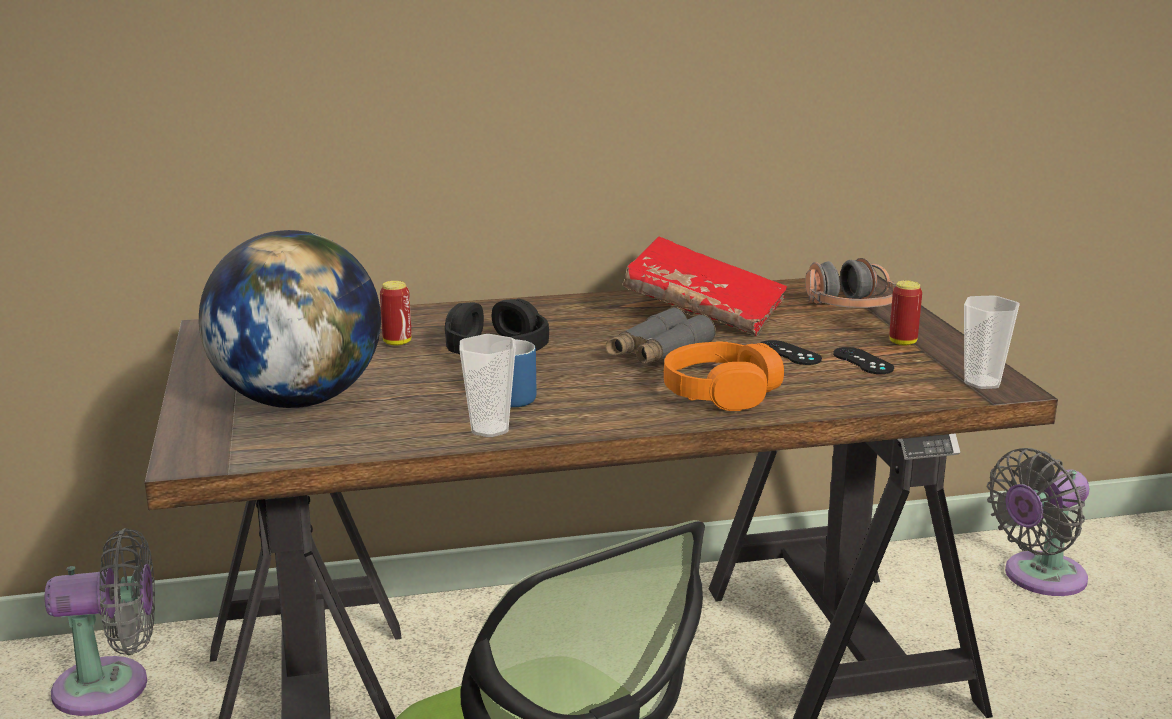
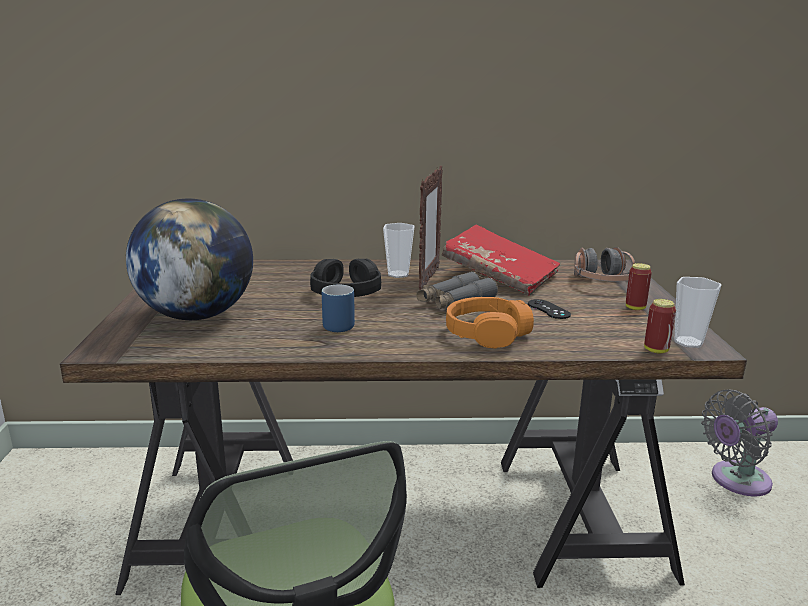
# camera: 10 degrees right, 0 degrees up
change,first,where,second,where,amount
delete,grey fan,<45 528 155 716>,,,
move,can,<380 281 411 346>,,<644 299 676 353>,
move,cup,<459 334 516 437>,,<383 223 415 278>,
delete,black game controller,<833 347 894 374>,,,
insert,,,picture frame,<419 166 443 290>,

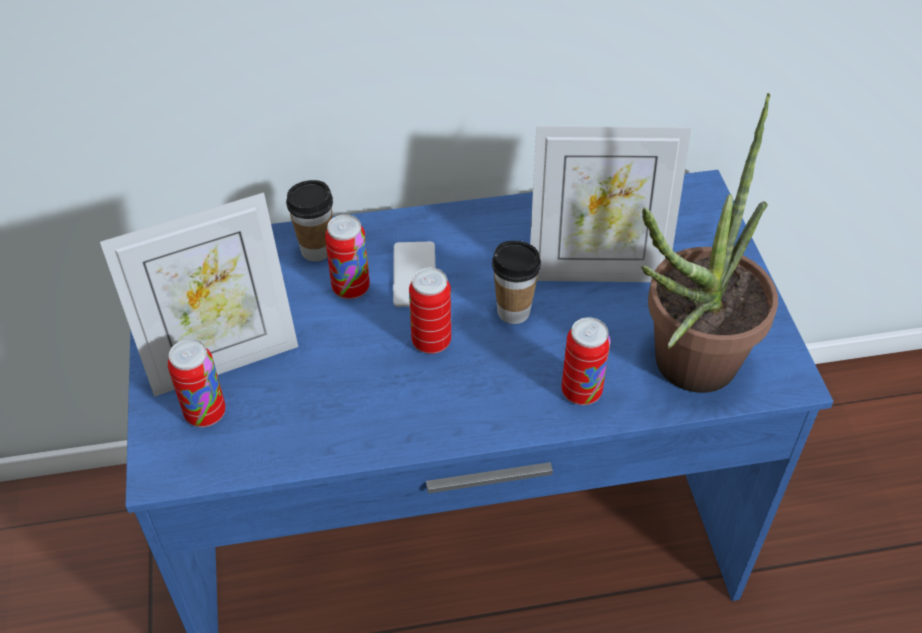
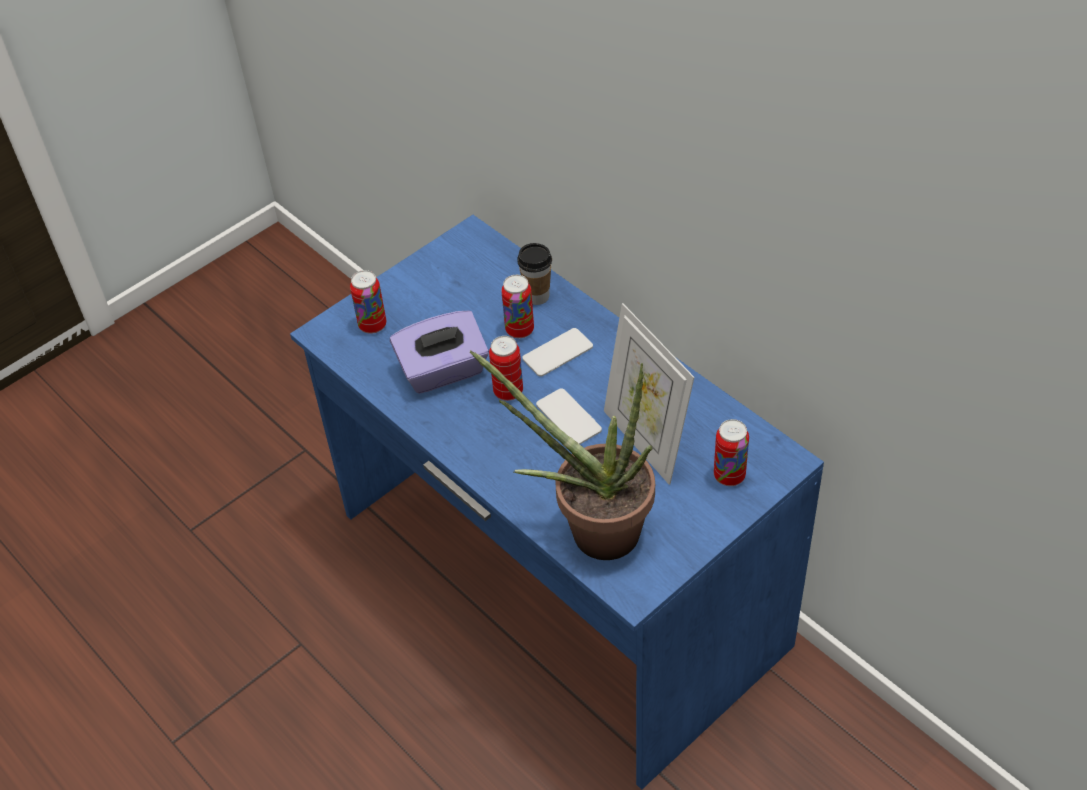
# camera: 60 degrees right, 0 degrees up
change,first,where,second,where,amount
delete,picture frame,<100 192 298 397>,,,
replace,cup,<492 241 541 324>,phone,<536 388 602 444>,
move,can,<561 317 611 405>,,<714 419 749 486>,
insert,,,purple tissue box,<390 311 489 394>,

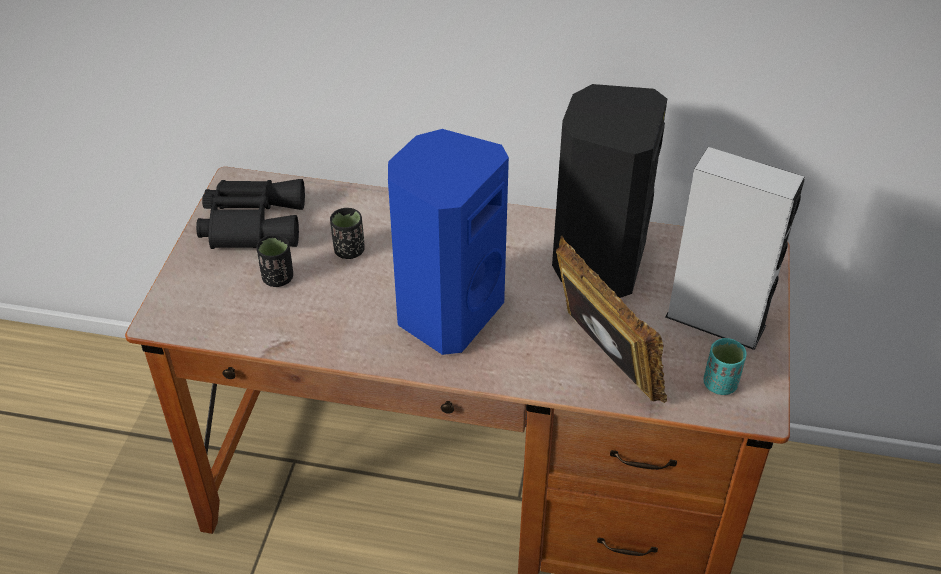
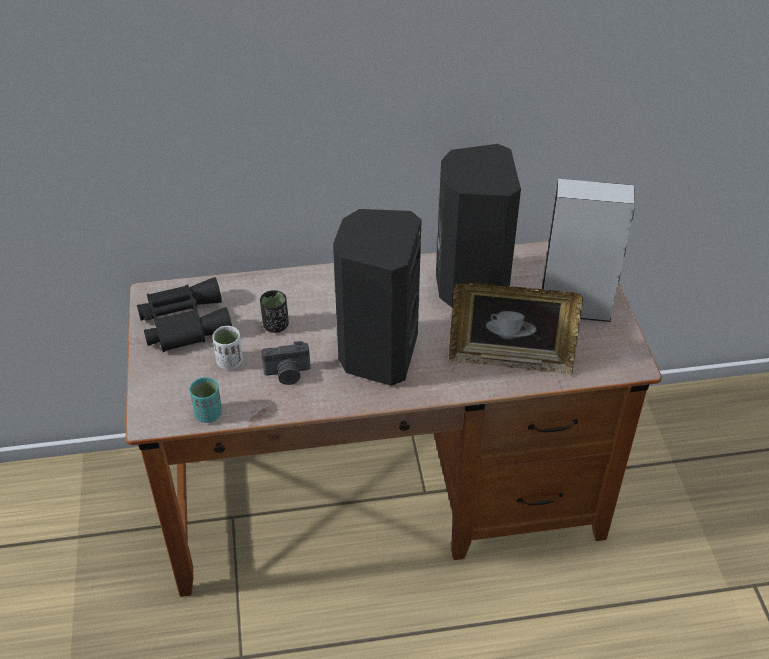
# camera: 20 degrees left, 0 degrees up
change,first,where,second,where,amount
recolor,black cup,<256 234 293 287>,white cup,<212 326 243 369>,
recolor,blue speaker,<388 129 509 355>,black speaker,<333 209 422 386>,
rotate,picture frame,<556 236 667 403>,,<449 283 583 375>,150 degrees clockwise
move,turquoise cup,<704 338 747 395>,,<190 377 222 423>,
insert,,,photo camera,<261 341 311 385>,

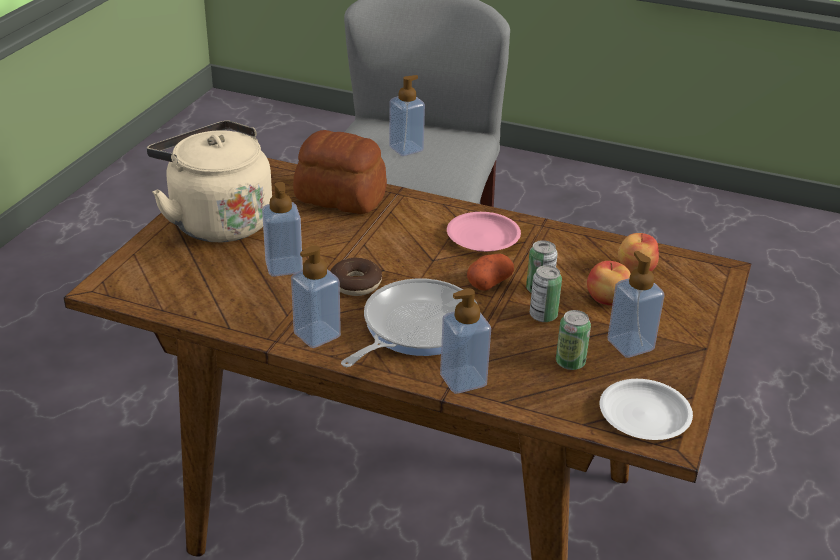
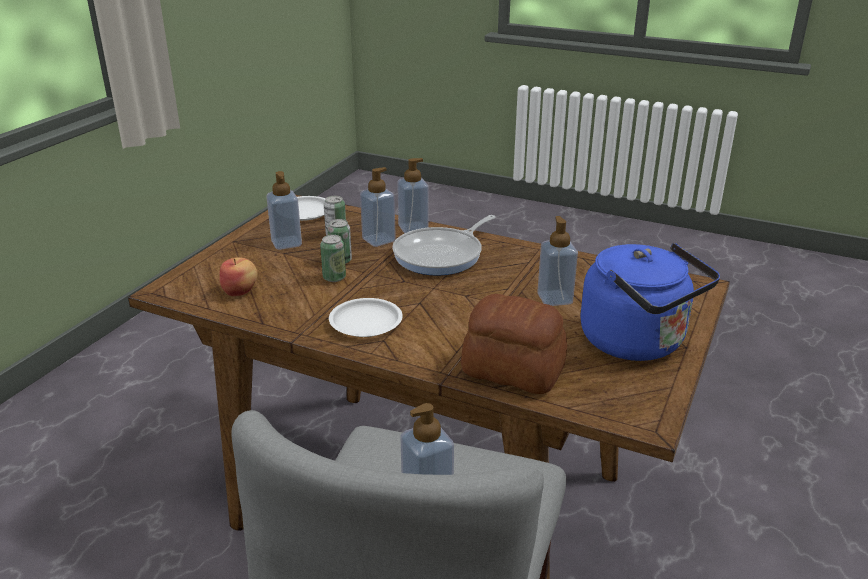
# camera: 175 degrees left, 5 degrees down
change,first,where,second,where,amount
recolor,beige kettle,<147 120 272 242>,blue kettle,<580 243 720 361>,
move,soap dispenser,<291 245 341 348>,,<360 167 396 247>,
delete,donut,<330 258 382 296>,,,
recolor,pink plate,<447 212 521 252>,white plate,<329 298 403 337>,
delete,potato,<467 254 514 291>,,,
delete,apple,<587 261 631 305>,,,

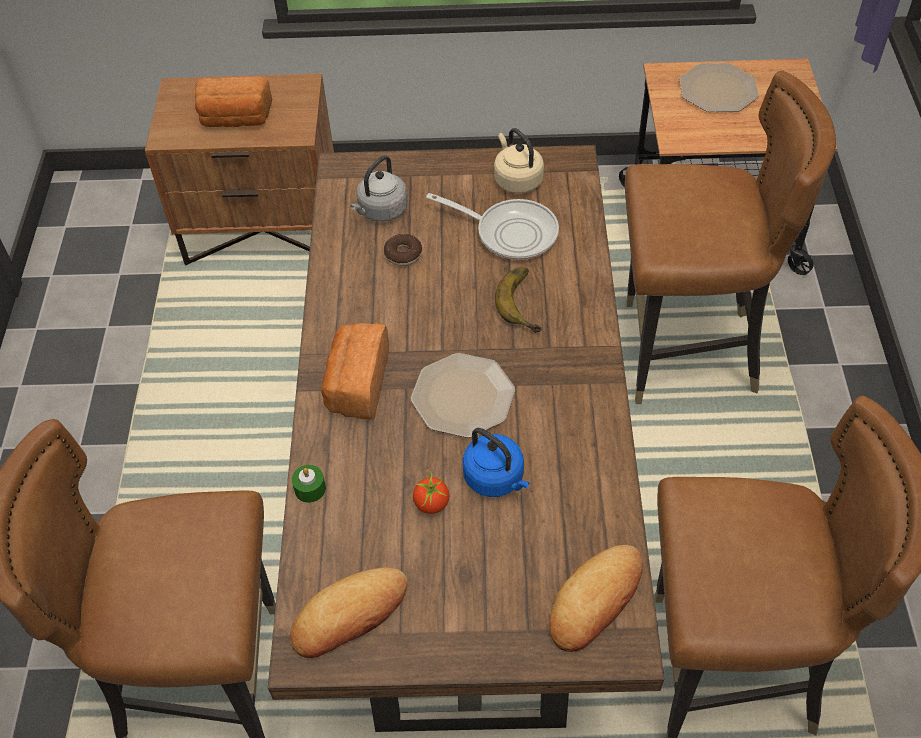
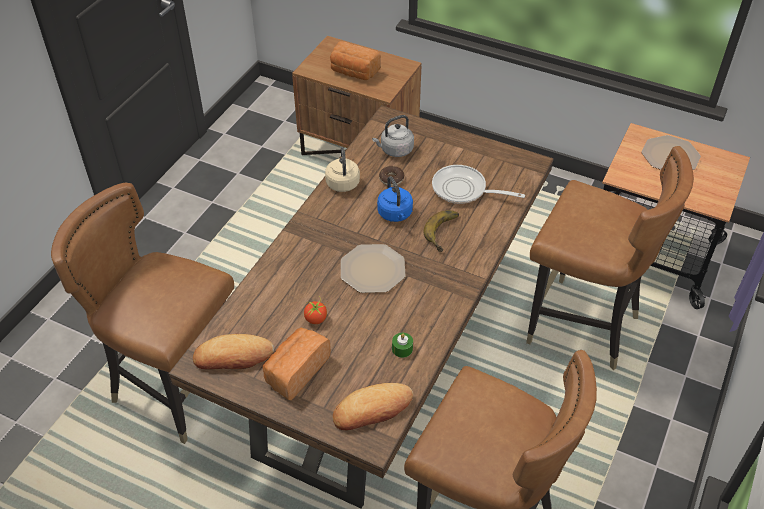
# camera: 25 degrees right, 5 degrees down
change,first,where,second,where,amount
move,green candle,<292 465 326 503>,,<392 333 413 358>,
move,bread,<321 323 389 420>,,<263 328 331 400>,
rotate,frying pan,<426 193 559 260>,,<432 165 525 204>,150 degrees clockwise
move,blue kettle,<463 428 530 497>,,<377 176 413 222>,
move,beige kettle,<494 128 544 194>,,<325 147 360 192>,

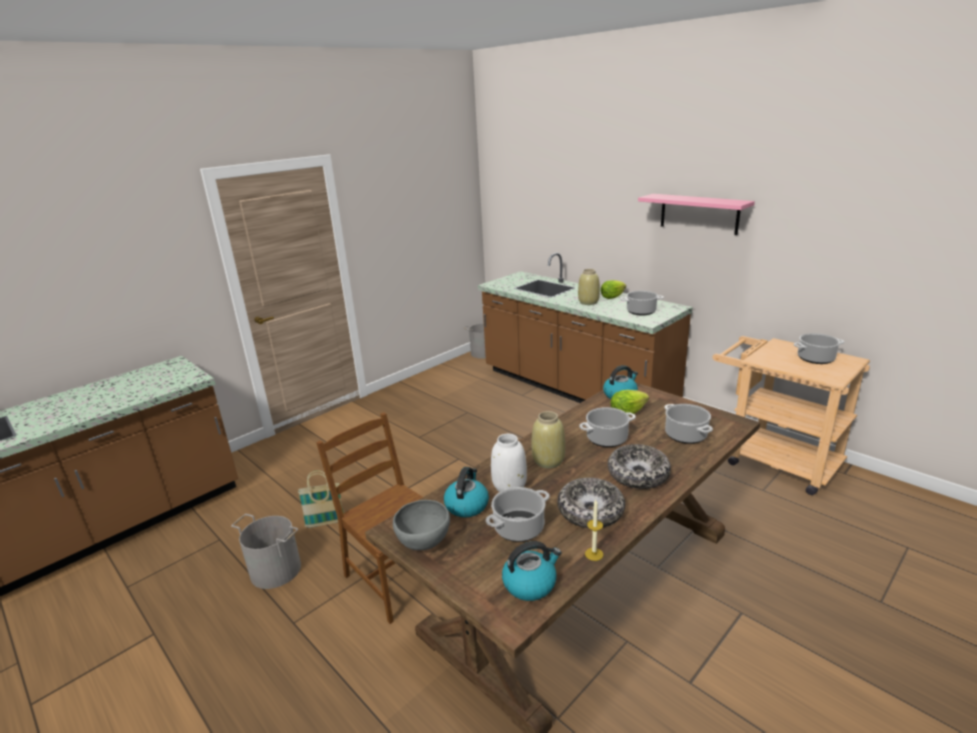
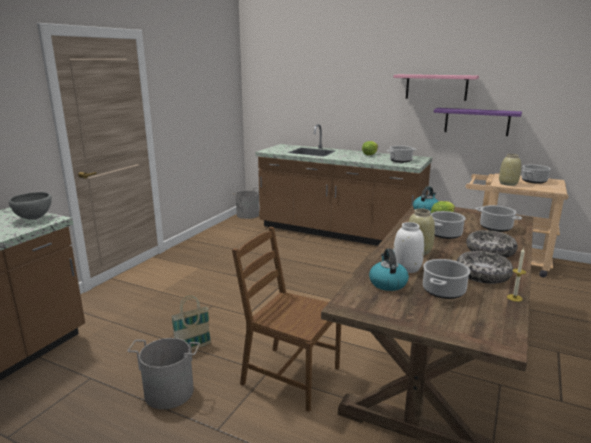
# camera: 20 degrees left, 5 degrees down
change,first,where,second,where,amount
move,grey bowl,<393 500 450 550>,,<9 192 52 220>,
delete,kettle,<502 541 561 601>,,,
move,beige vase,<578 269 600 305>,,<499 154 521 186>,
insert,,,purple shelf,<434 108 522 136>,

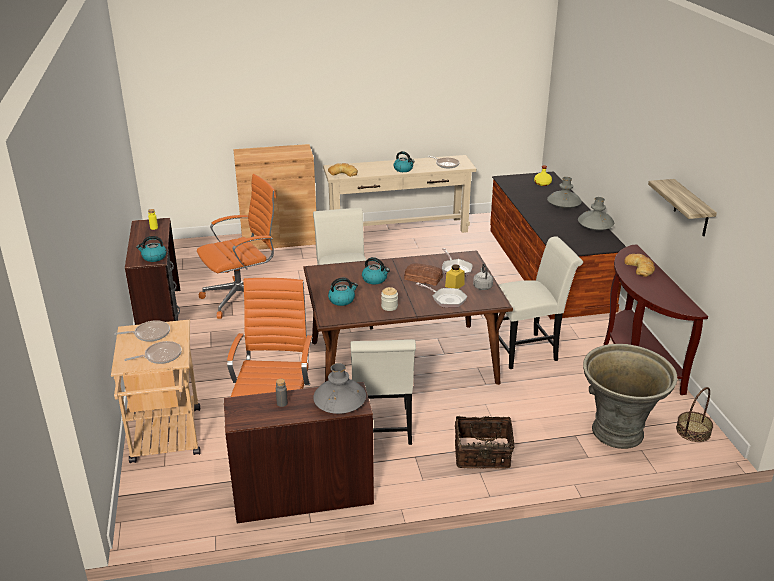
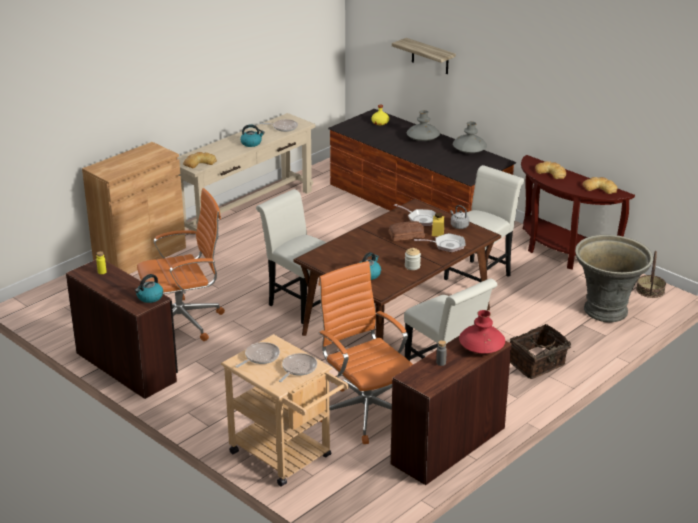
# camera: 35 degrees left, 0 degrees up
change,first,where,second,where,amount
rotate,orange office chair,<197 174 276 319>,,<137 188 225 341>,45 degrees clockwise
recolor,grey vase,<313 363 366 414>,red vase,<459 310 505 354>,
delete,kettle,<362 257 390 285>,,,
move,shelf,<648 179 717 236>,,<392 38 456 74>,
insert,,,bread,<582 177 618 194>,

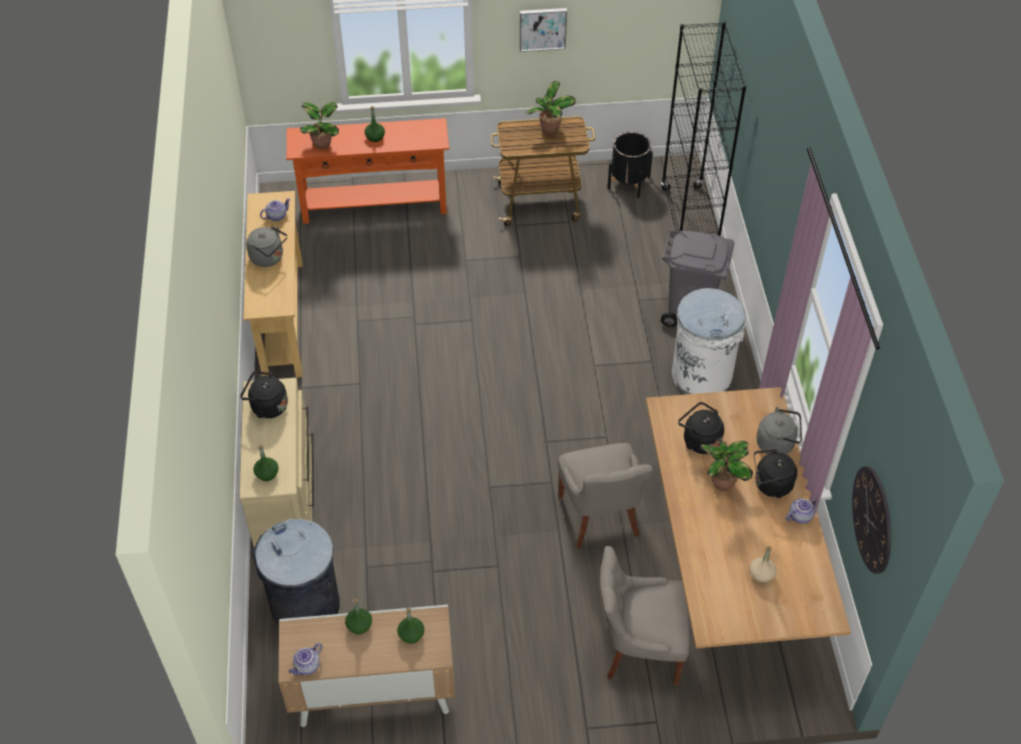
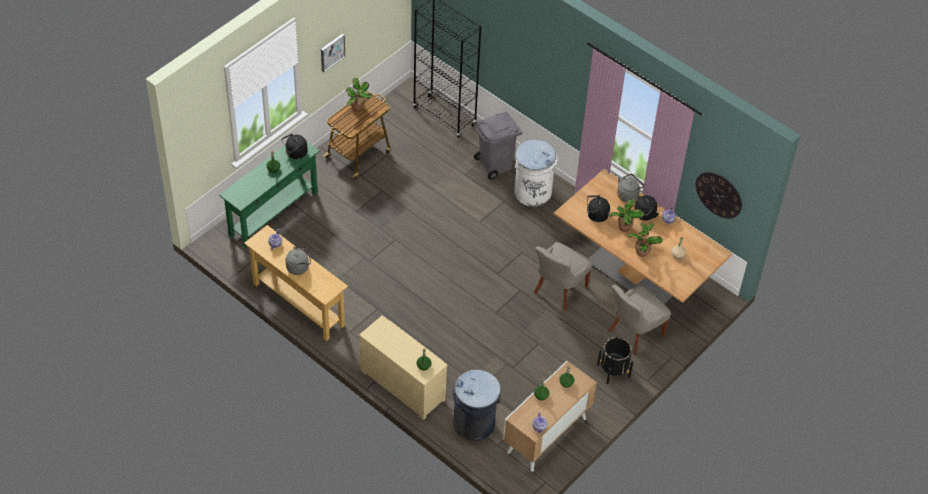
# camera: 45 degrees left, 0 degrees up
change,first,where,second,where,amount
move,black kettle,<240 371 288 419>,,<282 134 308 159>,
recolor,orange console table,<286 118 449 224>,green console table,<219 142 320 248>,
move,potted plant,<300 102 339 149>,,<627 223 663 257>,
rotate,grey chair,<558 443 653 549>,,<534 242 593 311>,90 degrees clockwise
move,black planter,<607 132 653 198>,,<597 337 633 384>,

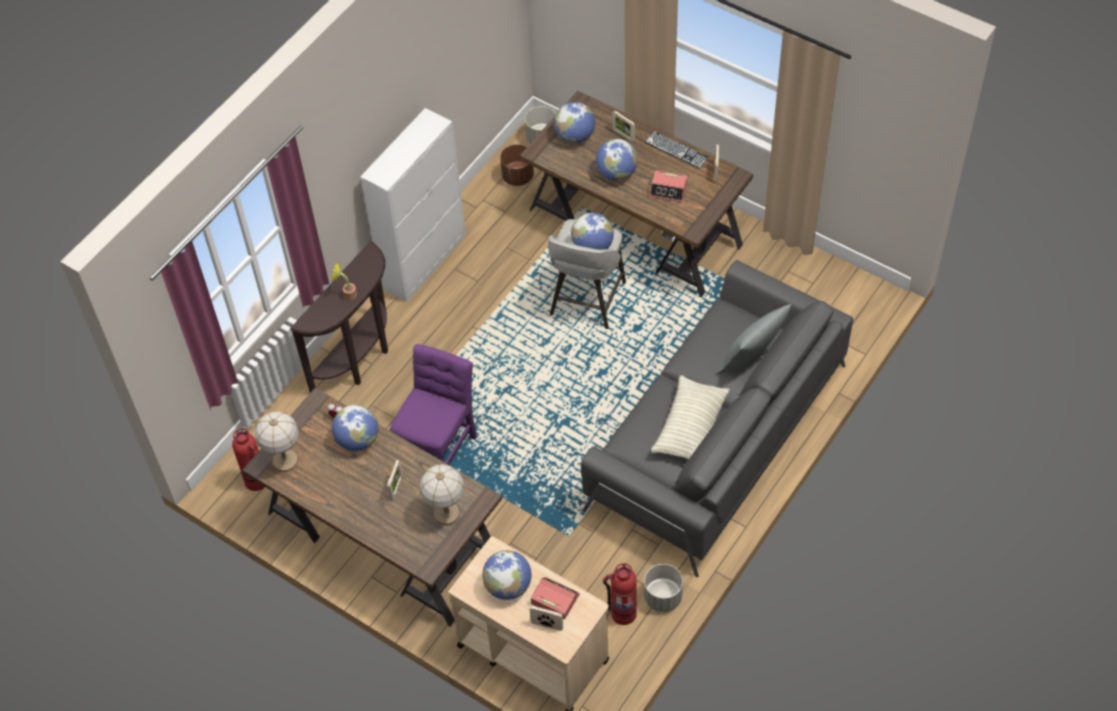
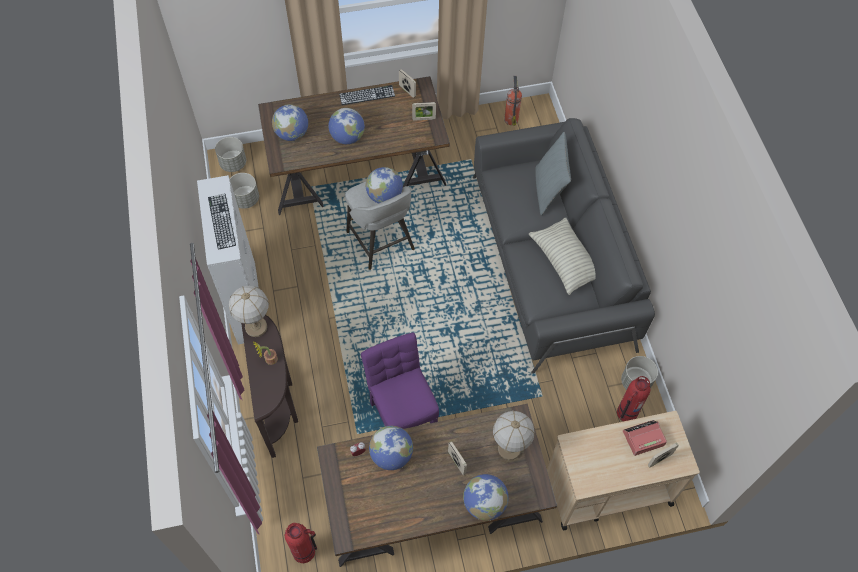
# camera: 50 degrees left, 5 degrees up
change,first,where,second,where,amount
move,table lamp,<255 412 299 472>,,<229 286 269 337>,
move,globe,<482 550 532 600>,,<463 474 509 521>,
recolor,brown planter,<500 144 534 186>,grey planter,<230 173 259 209>,
move,picture frame,<612 111 635 142>,,<412 102 436 121>,
delete,alarm clock,<650 170 688 202>,,,
insert,,,keyboard,<208 193 236 250>,
insert,,,fire extinguisher,<504 76 522 126>,

